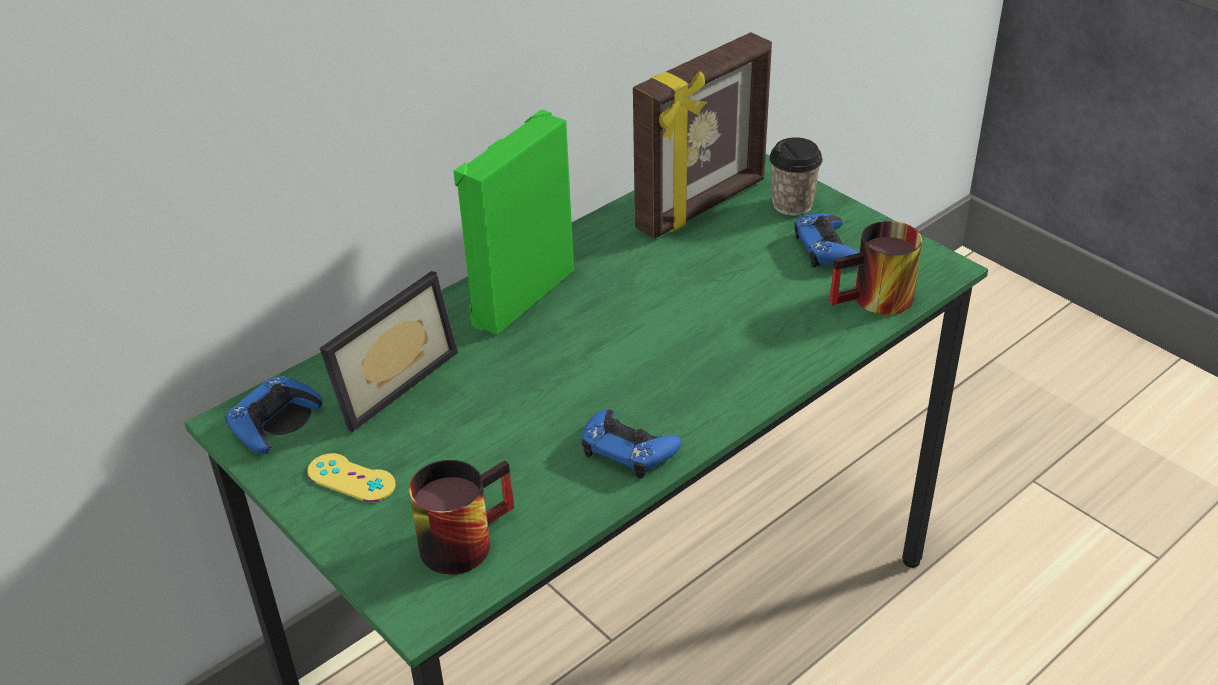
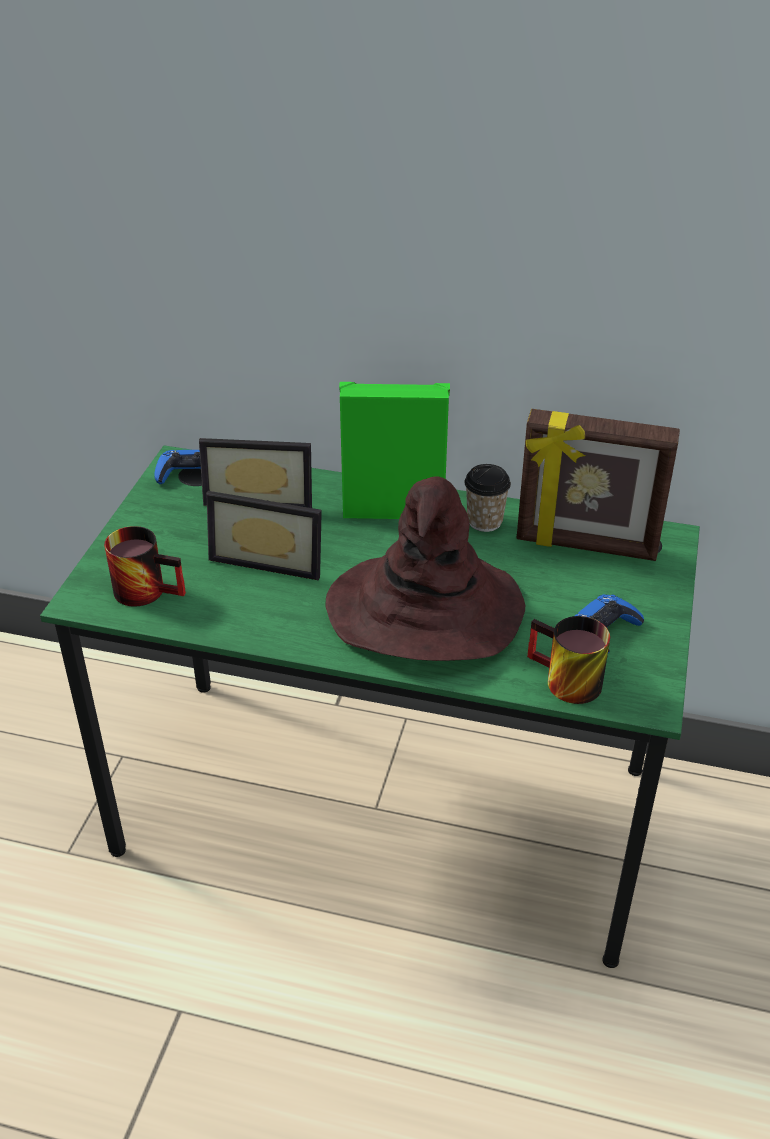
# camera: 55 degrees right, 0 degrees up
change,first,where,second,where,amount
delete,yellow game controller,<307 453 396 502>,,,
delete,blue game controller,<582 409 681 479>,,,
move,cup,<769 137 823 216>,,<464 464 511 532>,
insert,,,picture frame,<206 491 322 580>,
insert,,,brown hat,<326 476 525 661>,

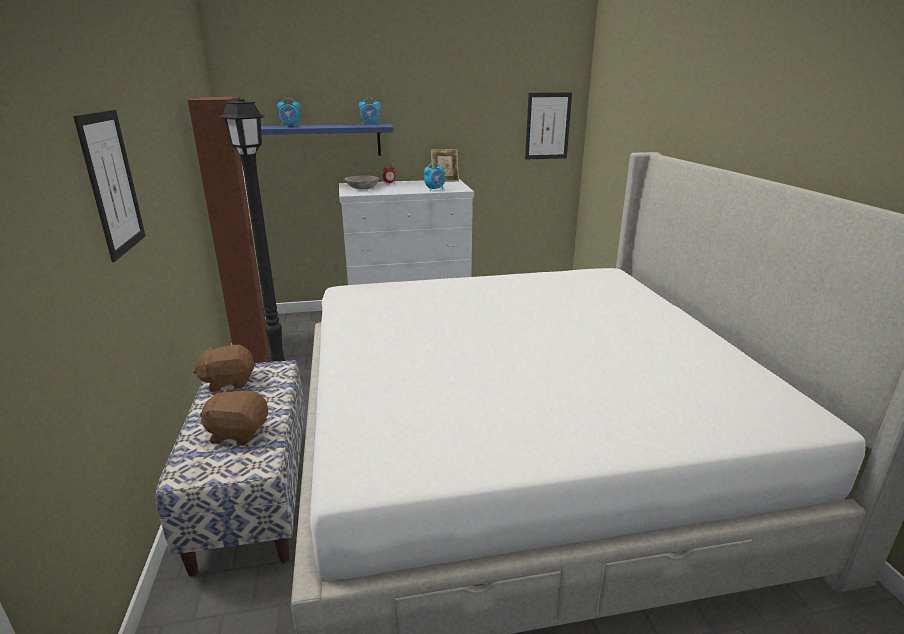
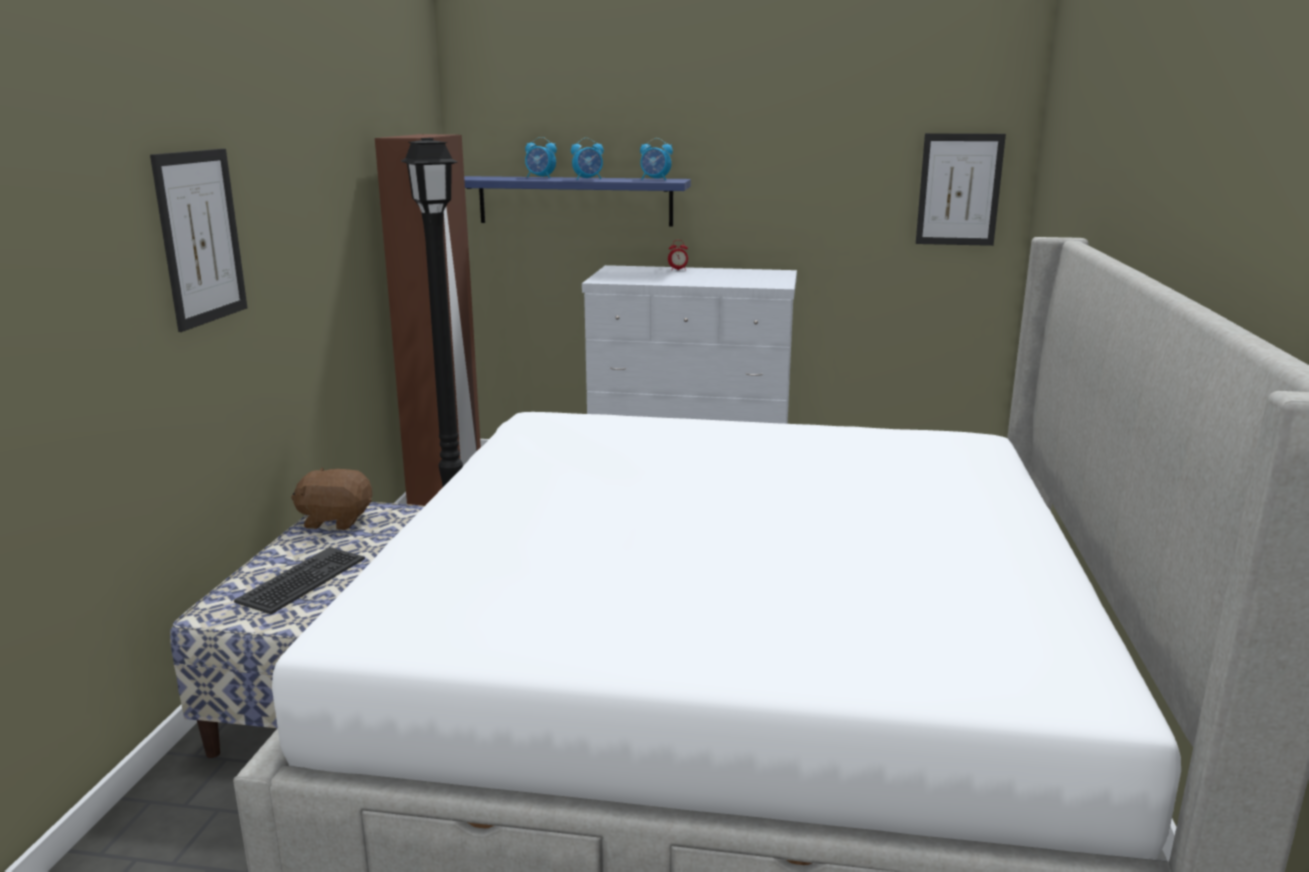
# camera: 20 degrees right, 5 degrees down
change,first,where,second,where,amount
replace,brown plush toy,<200 388 268 446>,keyboard,<234 547 365 614>,
delete,grey bowl,<345 176 379 189>,,,
move,alarm clock,<424 163 445 191>,,<571 138 604 180>,
delete,picture frame,<431 149 459 182>,,,

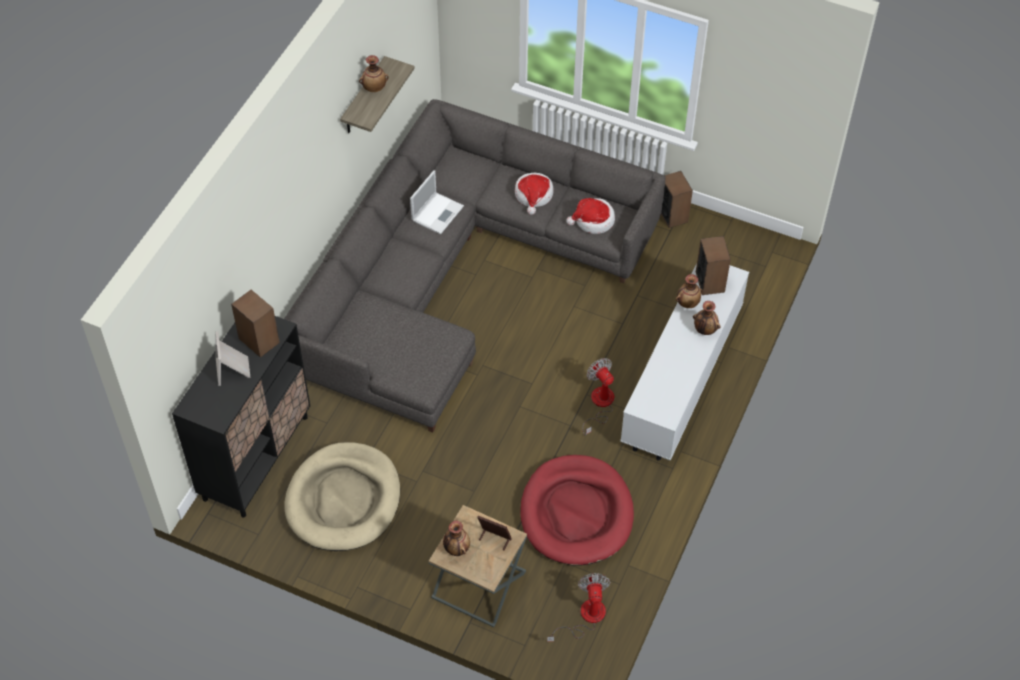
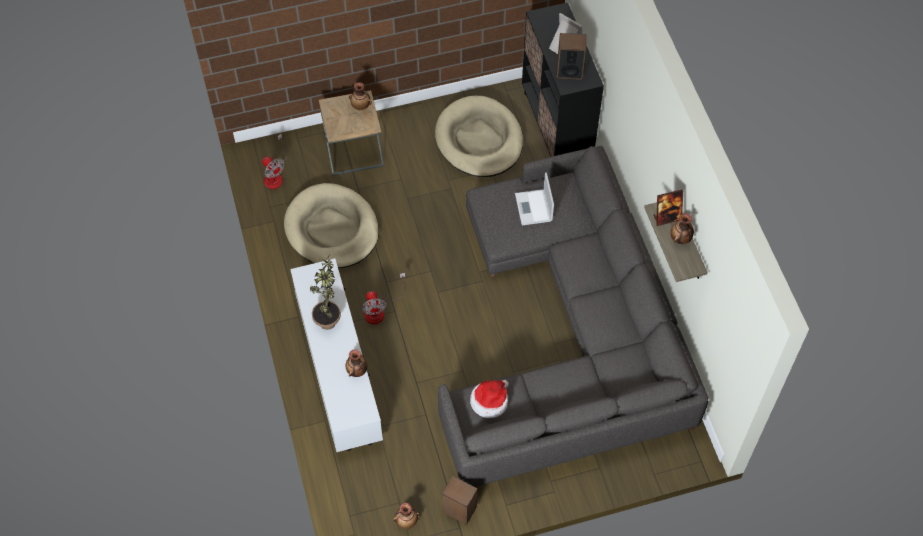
# camera: 140 degrees right, 5 degrees up
change,first,where,second,where,amount
move,laptop,<410 170 464 235>,,<515 173 554 225>,
move,picture frame,<477 516 512 550>,,<654 189 683 226>,
delete,hat,<515 173 553 215>,,,
recolor,red dog bed,<520 455 634 566>,beige dog bed,<284 183 379 268>,
rotate,fan,<582 358 614 435>,,<361 273 405 324>,60 degrees clockwise
move,vase,<693 301 721 335>,,<393 503 420 529>,
delete,speaker,<696 236 731 295>,,,
insert,,,potted plant,<309 253 341 330>,

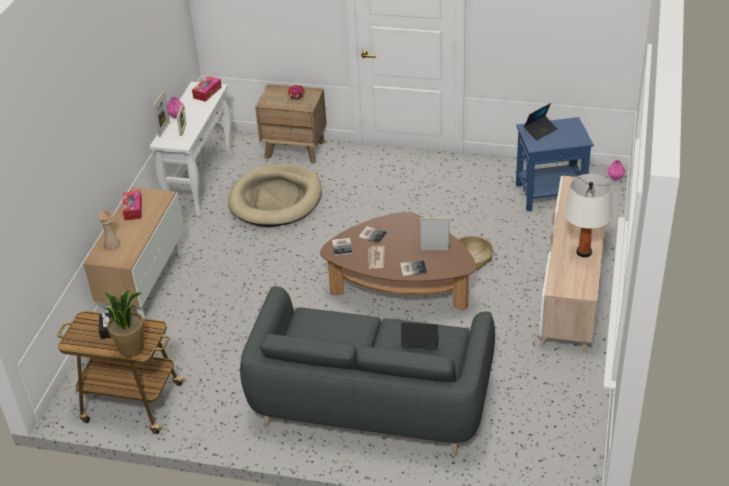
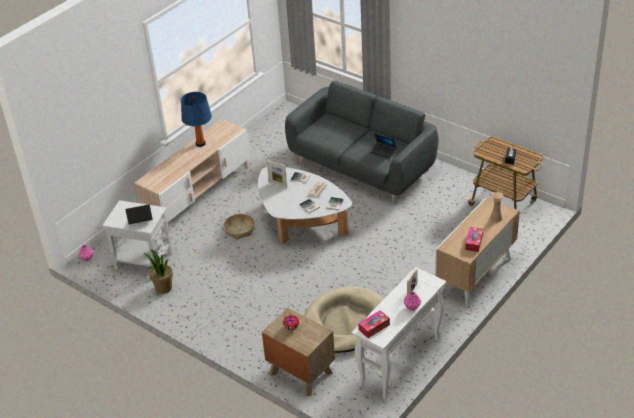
# camera: 155 degrees left, 0 degrees up
change,first,where,second,where,amount
move,potted plant,<103 291 145 357>,,<144 250 173 294>,
delete,picture frame,<153 91 170 137>,,,
recolor,brown coffee table,<320 212 477 311>,white coffee table,<258 167 352 244>,
move,laptop,<401 322 439 348>,,<371 133 397 159>,
recolor,blue side table,<516 117 594 212>,white side table,<102 200 173 270>,
recolor,white table lamp,<564 174 612 257>,blue table lamp,<181 92 212 147>,

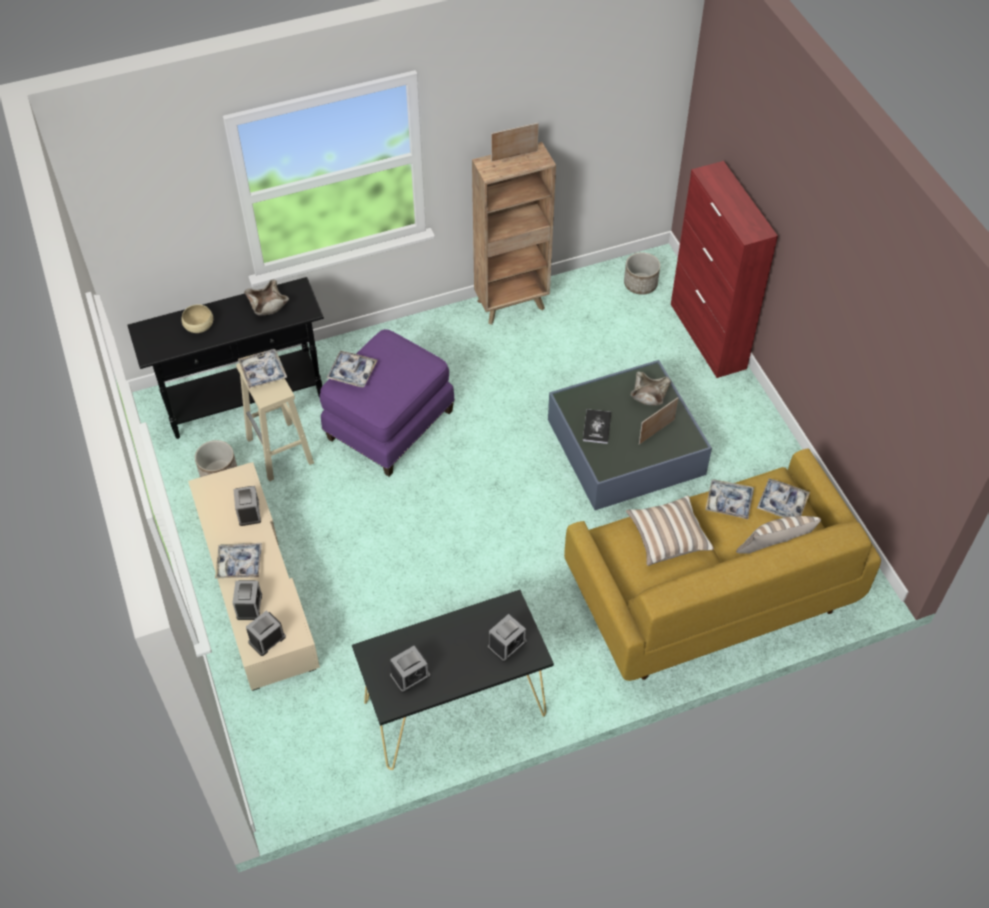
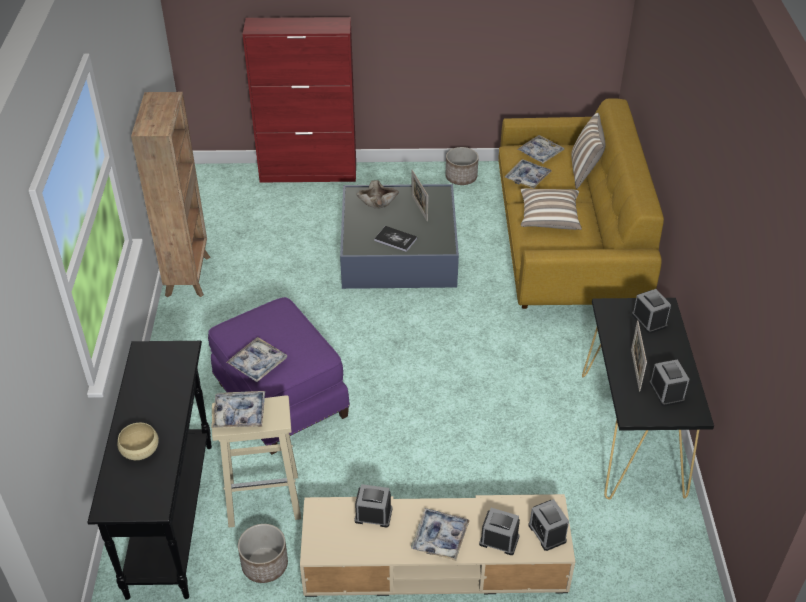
# camera: 70 degrees left, 10 degrees down
change,first,where,second,where,amount
delete,beige bowl,<244 280 289 315>,,,
move,picture frame,<491 123 539 162>,,<631 320 647 391>,
move,planter,<624 252 660 295>,,<445 147 479 185>,

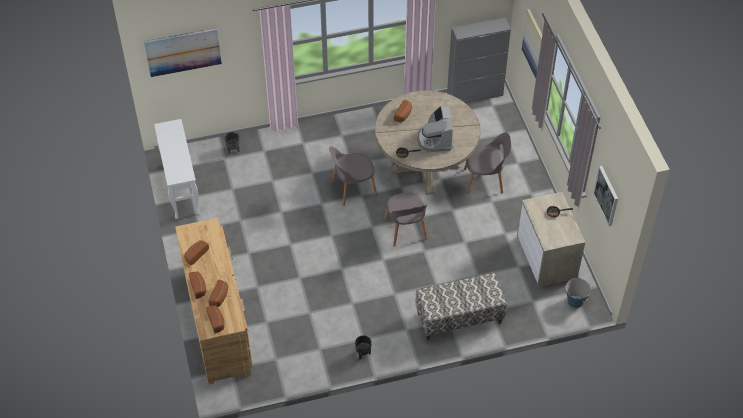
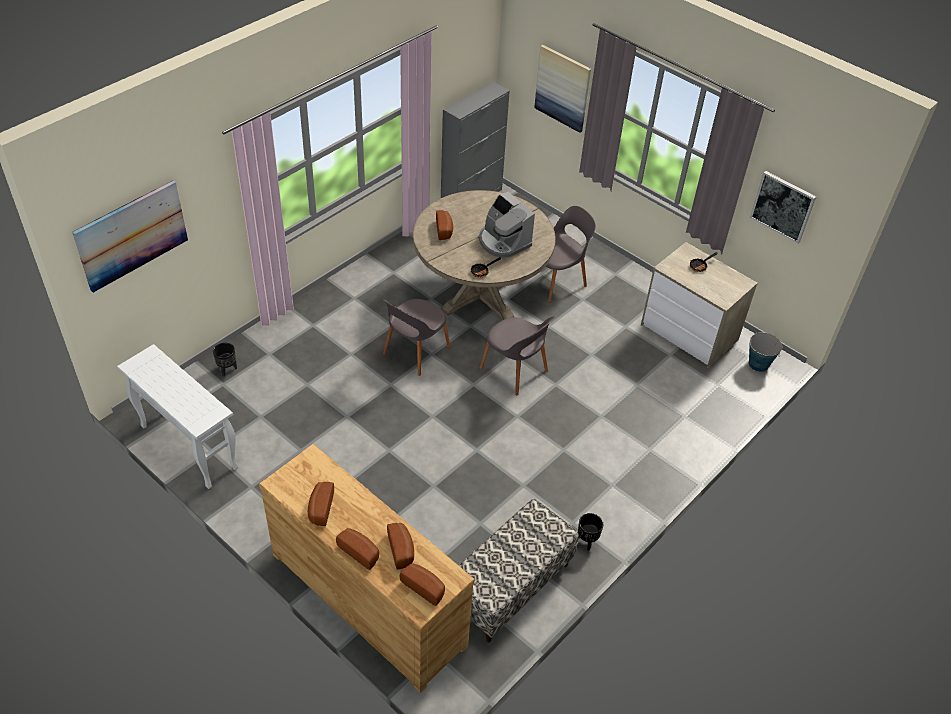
# camera: 35 degrees left, 5 degrees down
change,first,where,second,where,amount
move,bench,<415 273 507 340>,,<459 499 579 642>,

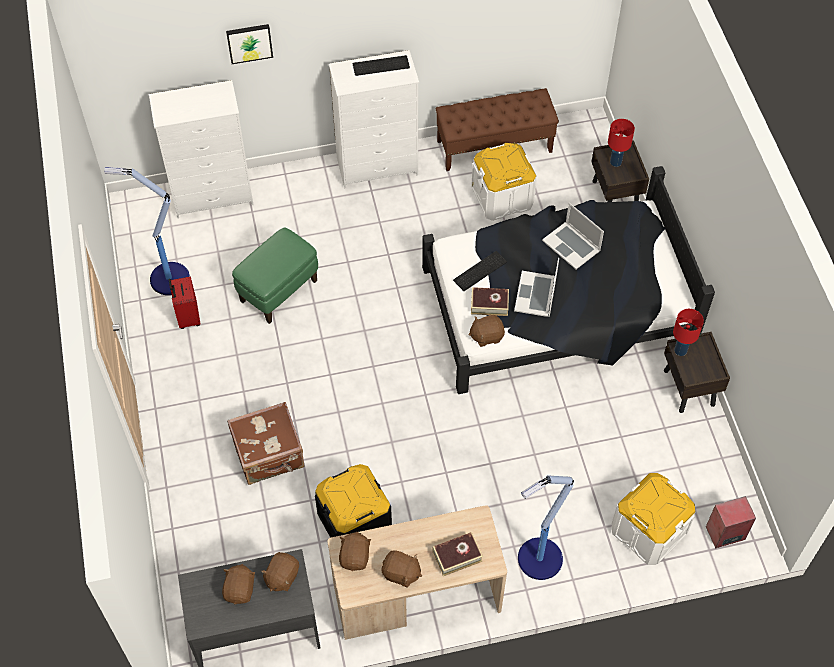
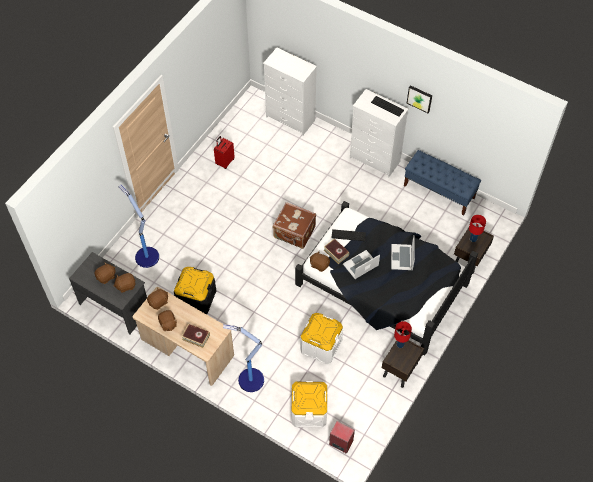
# camera: 45 degrees right, 0 degrees up
change,first,where,second,where,amount
move,floor lamp,<104 167 190 295>,,<119 184 159 268>,
move,picture,<226 24 273 64>,,<407 85 432 113>,
move,brown suitcase,<227 402 305 485>,,<273 202 316 249>,
delete,green ottoman,<232 228 318 324>,,,
recolor,brown bench,<436 88 559 171>,blue bench,<404 150 481 216>,
move,white storage box,<471 143 537 221>,,<300 313 343 364>,

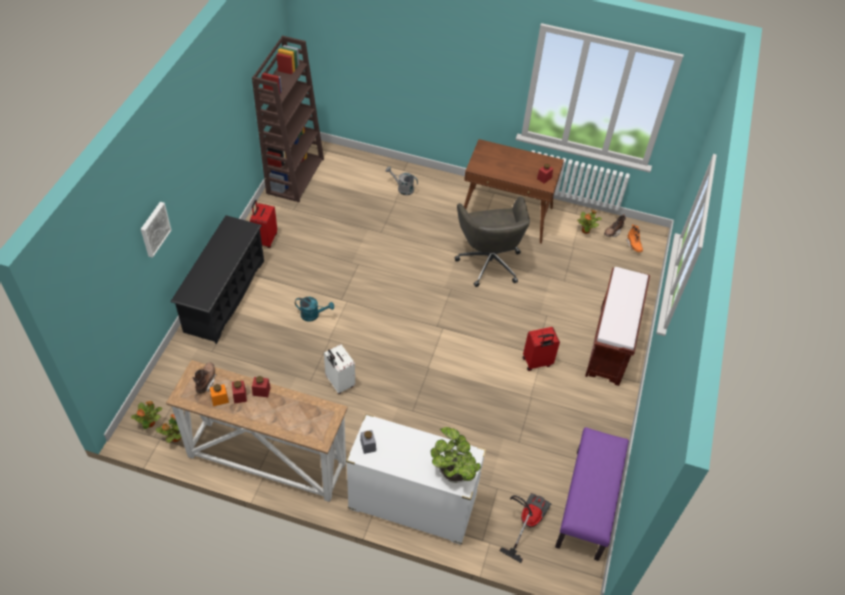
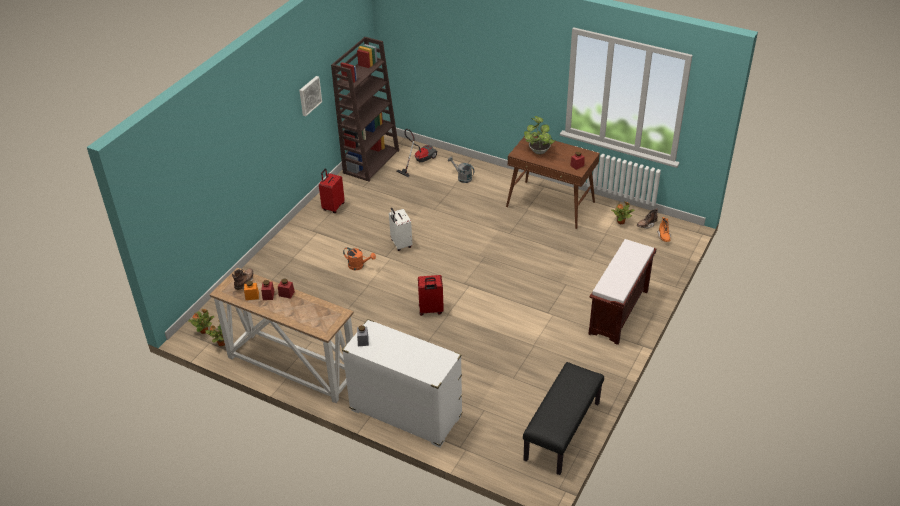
# camera: 15 degrees right, 10 degrees down
change,first,where,second,where,amount
move,picture,<141 202 171 258>,,<299 76 322 116>,
delete,black shoe rack,<170 215 264 344>,,,
recolor,turquoise watering can,<295 297 334 322>,orange watering can,<343 247 376 270>,
move,white suitcase,<324 344 355 394>,,<389 208 412 251>,
move,potted plant,<431 427 481 483>,,<524 116 555 154>,
delete,grey office chair,<455 196 530 287>,,,
move,vacuum cleaner,<499 493 551 563>,,<397 129 438 177>,
move,red suitcase,<523 327 560 371>,,<418 275 444 316>,
recolor,purple bench,<555 427 629 561>,black bench,<523 362 604 475>,

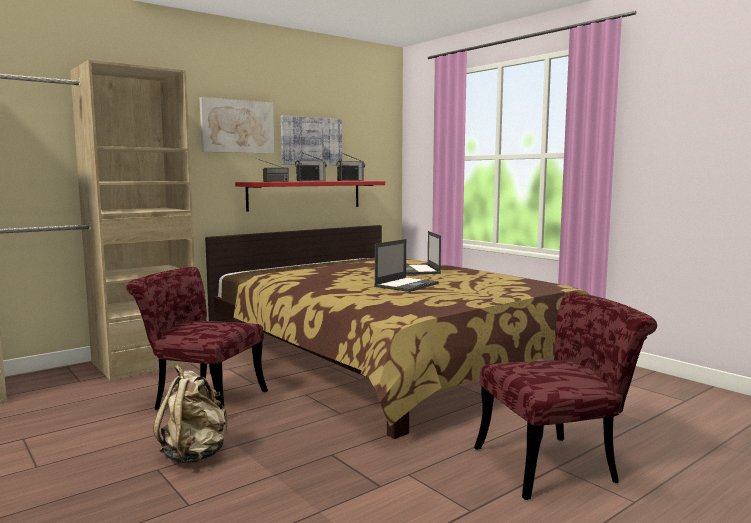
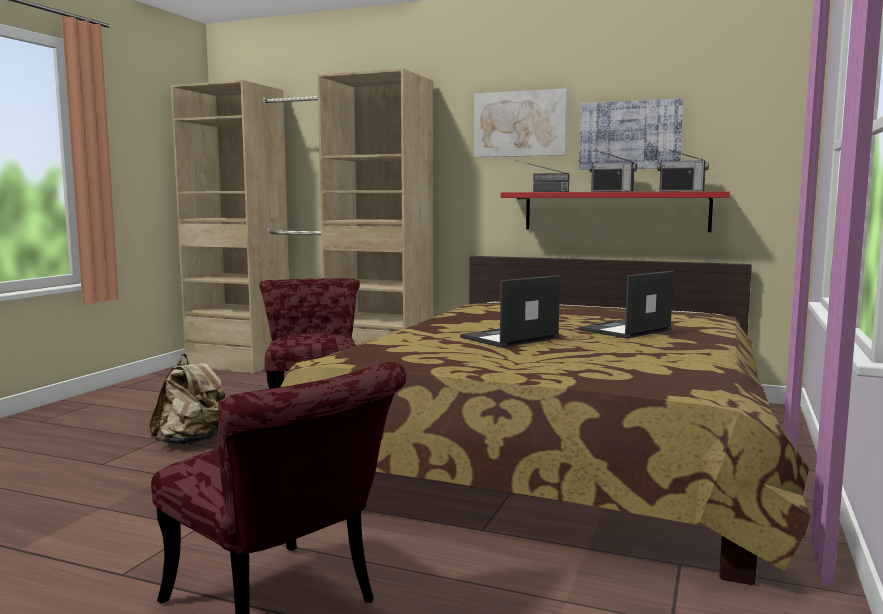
# camera: 60 degrees right, 0 degrees up
change,first,where,second,where,amount
rotate,laptop,<374 239 439 292>,,<460 275 560 348>,135 degrees clockwise

